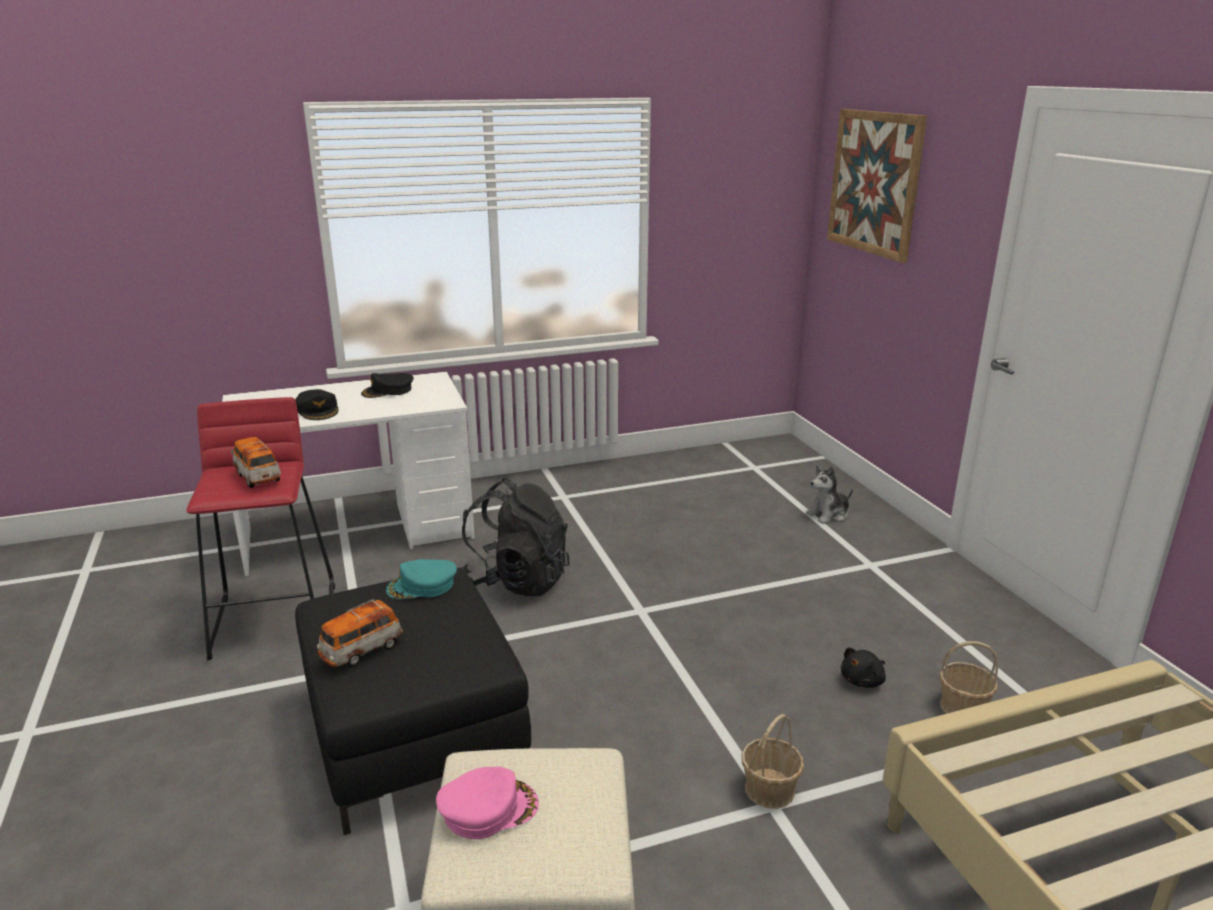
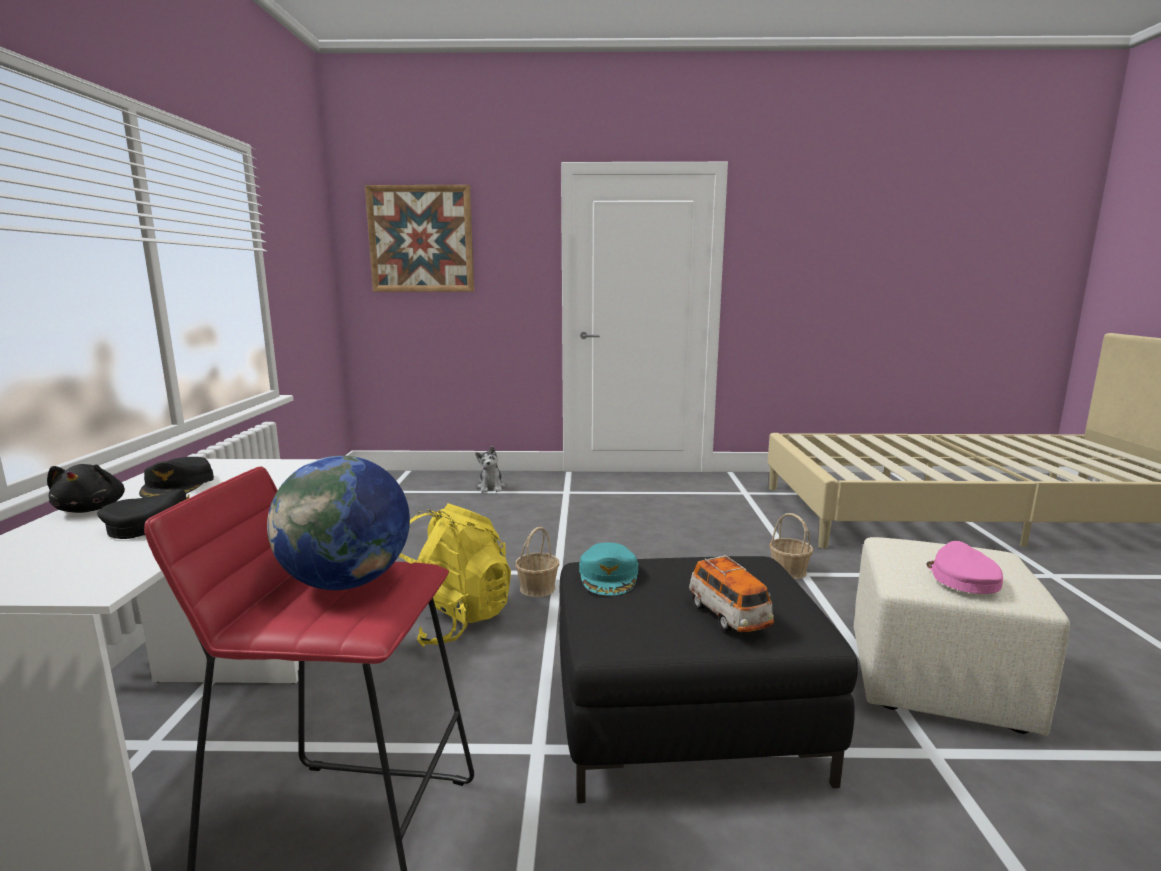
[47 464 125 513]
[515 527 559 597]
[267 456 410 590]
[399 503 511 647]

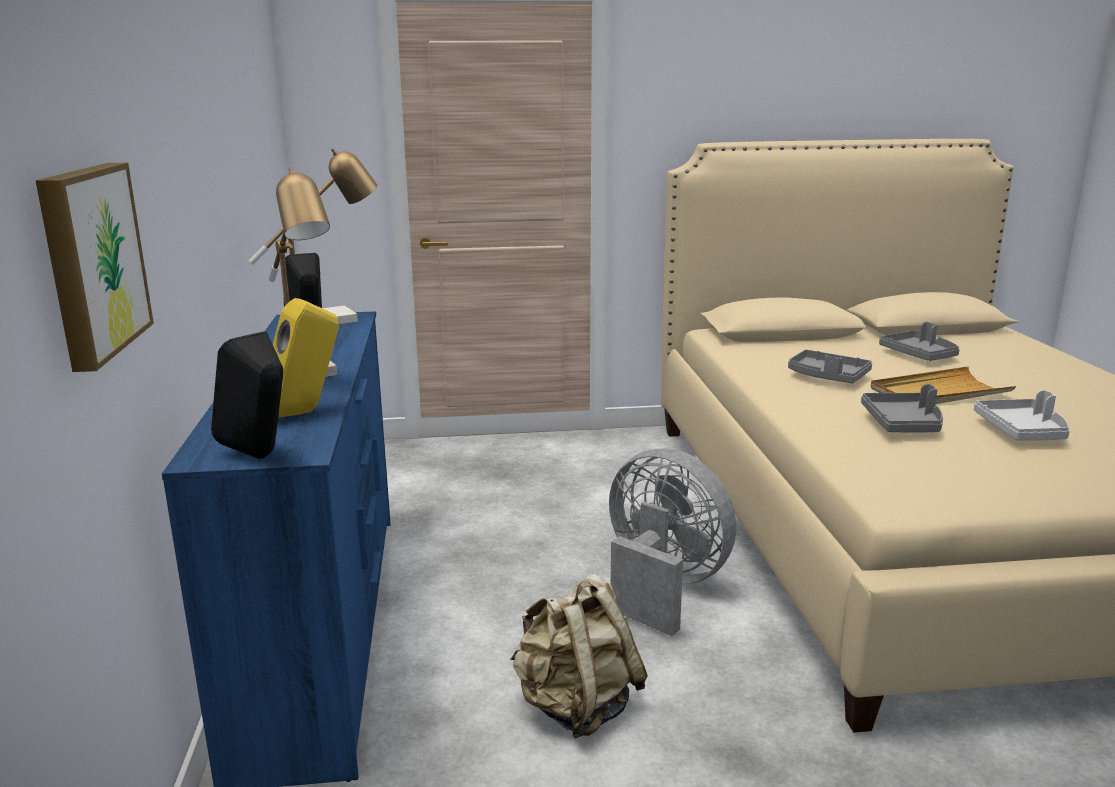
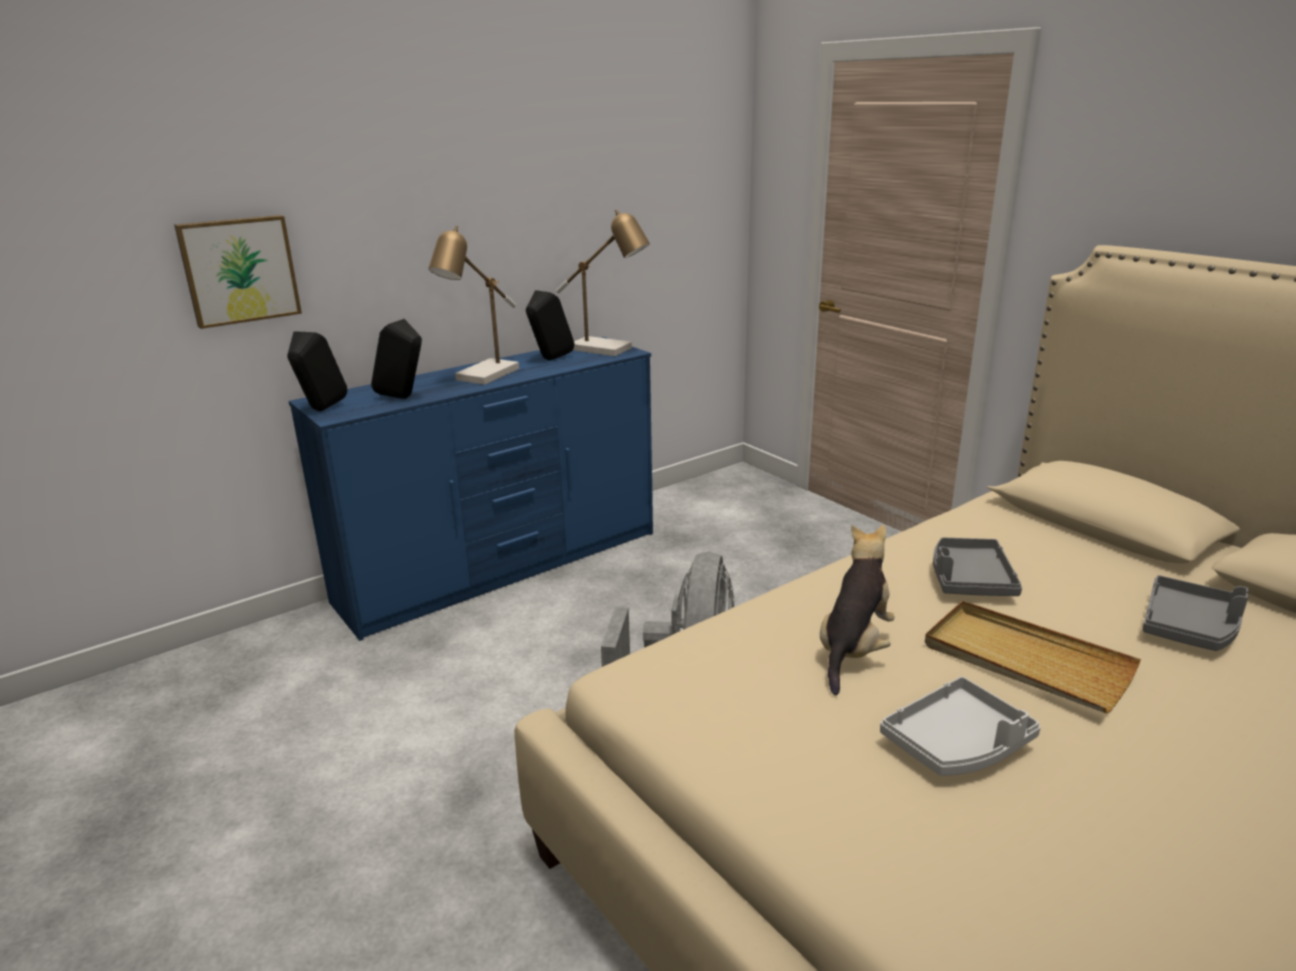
[510 574 648 738] (first image)
[820 525 895 695]
[371 319 422 399]

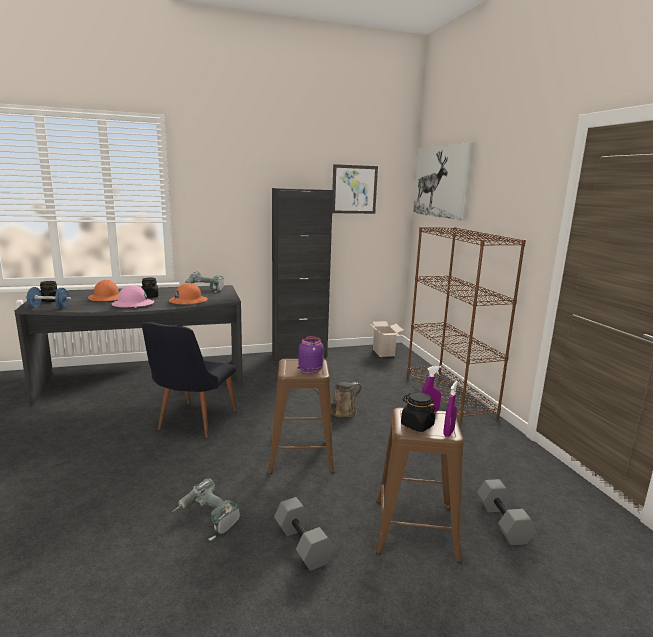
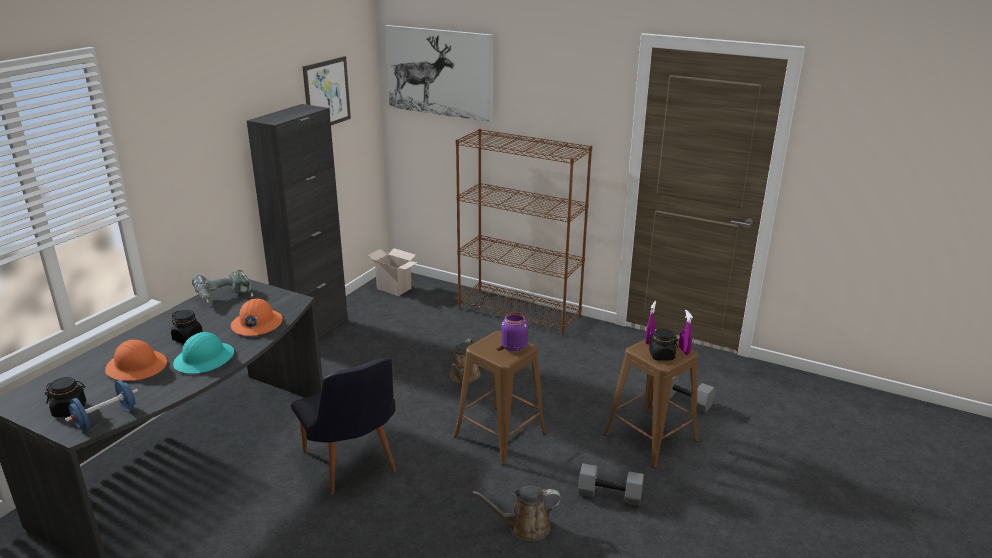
[472 486 561 541]
[173 332 234 374]

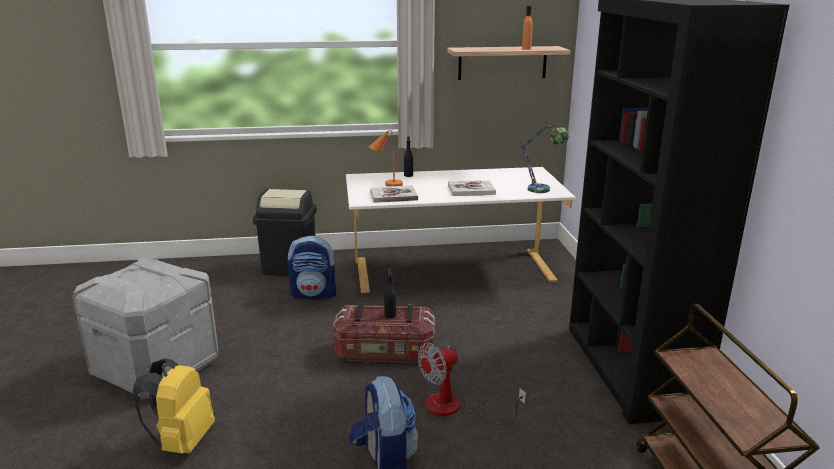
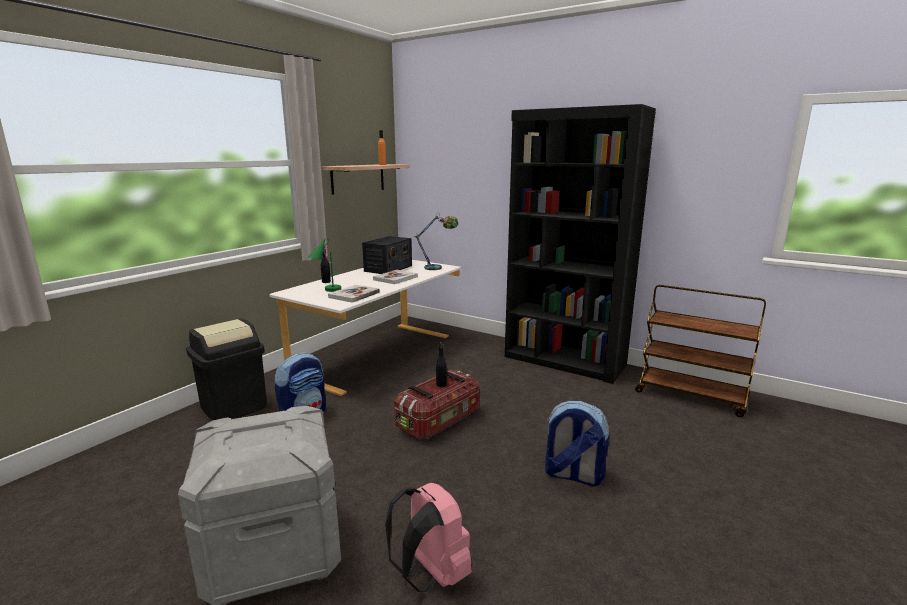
[418 342 526 425] (first image)
[362 236 412 274]
[385 483 472 592]
[308 238 341 292]

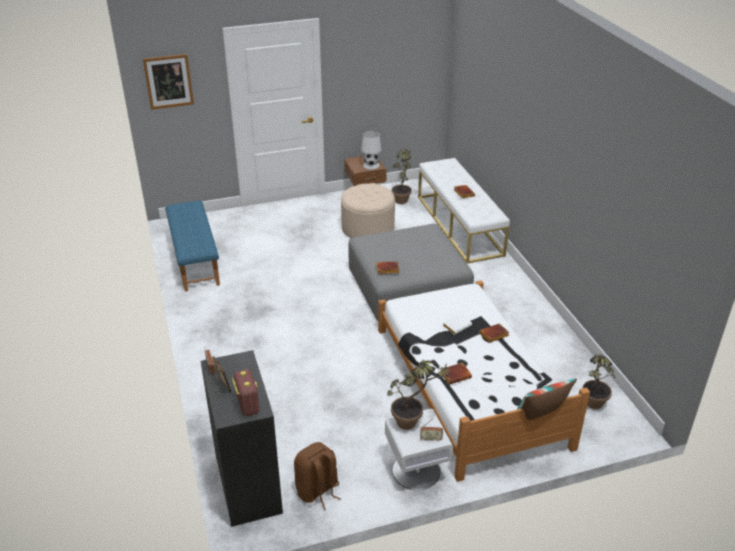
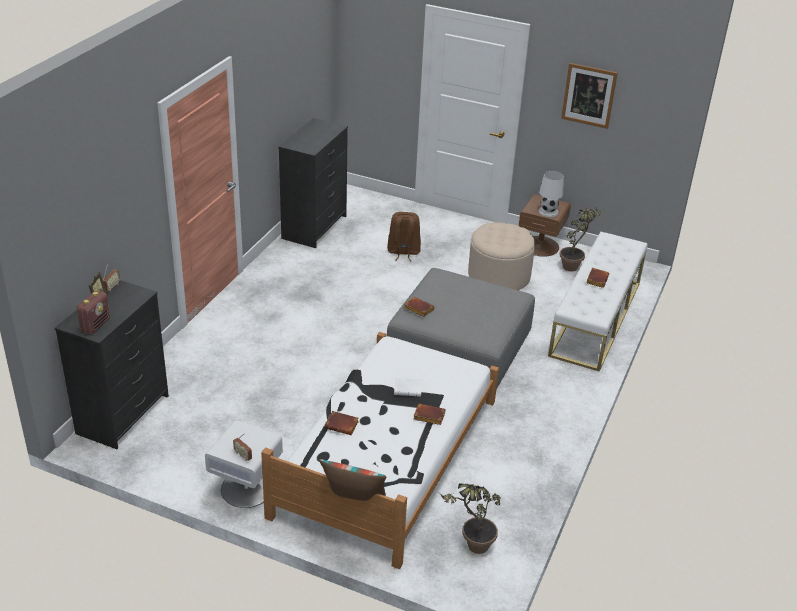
[387 359 453 430] (first image)
[561 63 618 129]
[387 212 421 261]
[278 118 348 248]

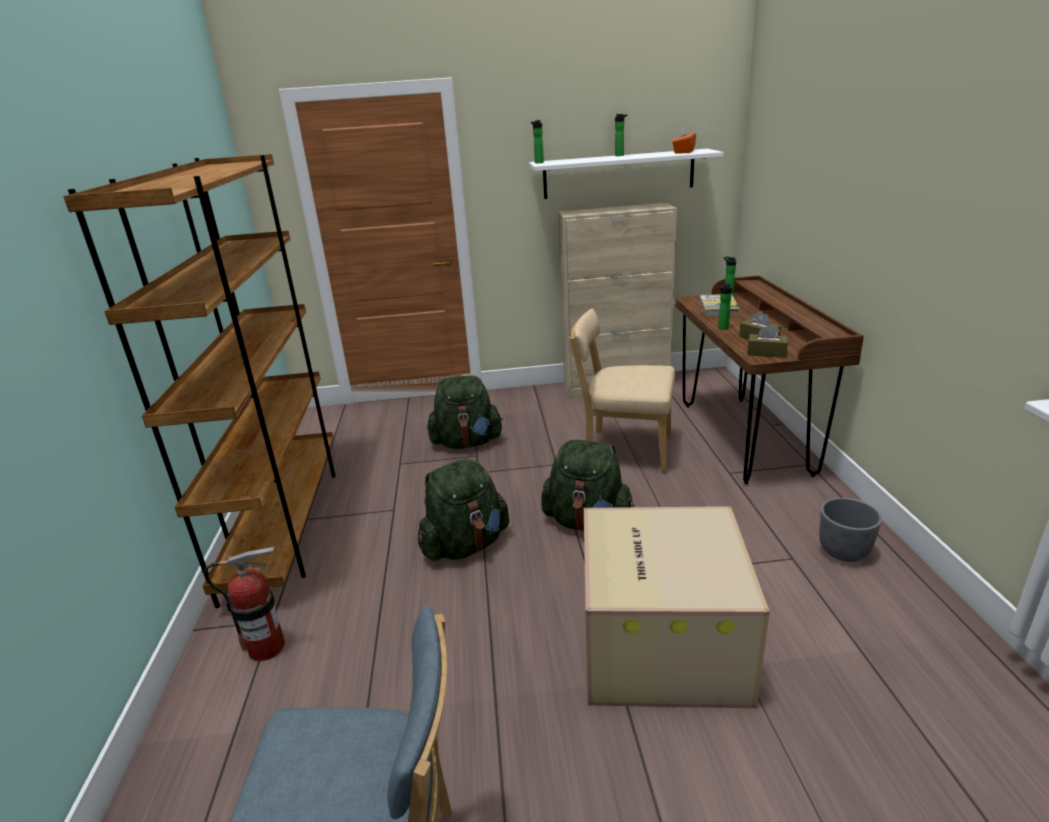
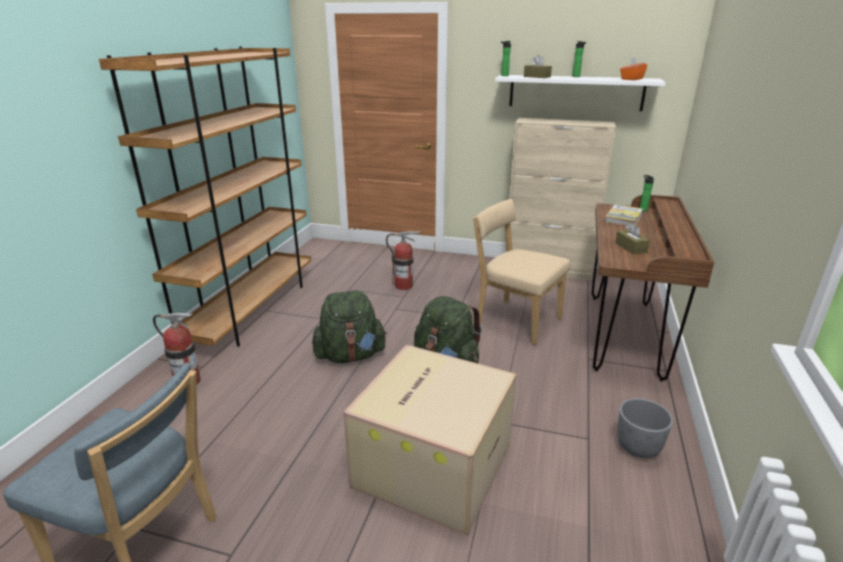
[718 283 732 330] (first image)
[524 55 552 78]
[386 231 421 290]

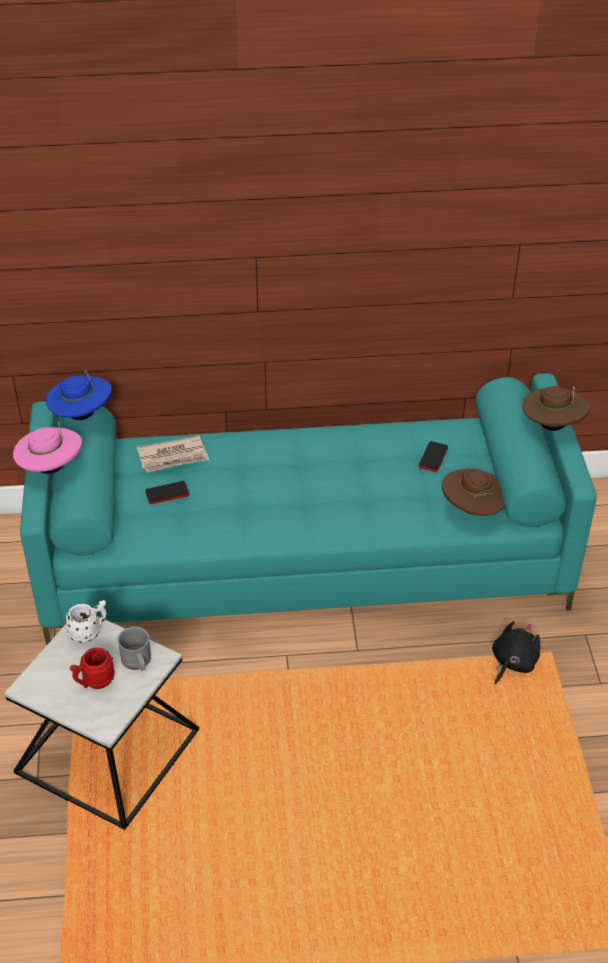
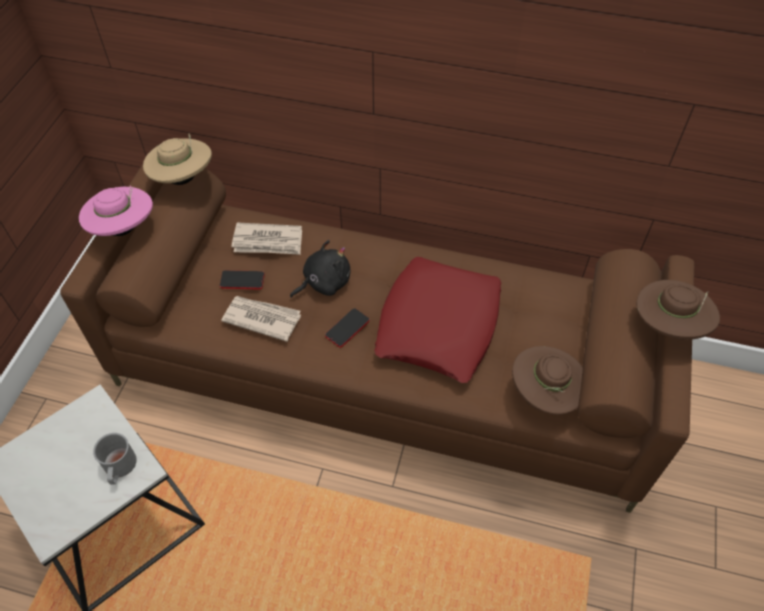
[65 600 106 644] (first image)
[70 648 115 689] (first image)
[221 296 301 342]
[374 257 501 383]
[325 308 370 348]
[290 240 351 298]
[60 164 694 513]
[143 134 212 185]

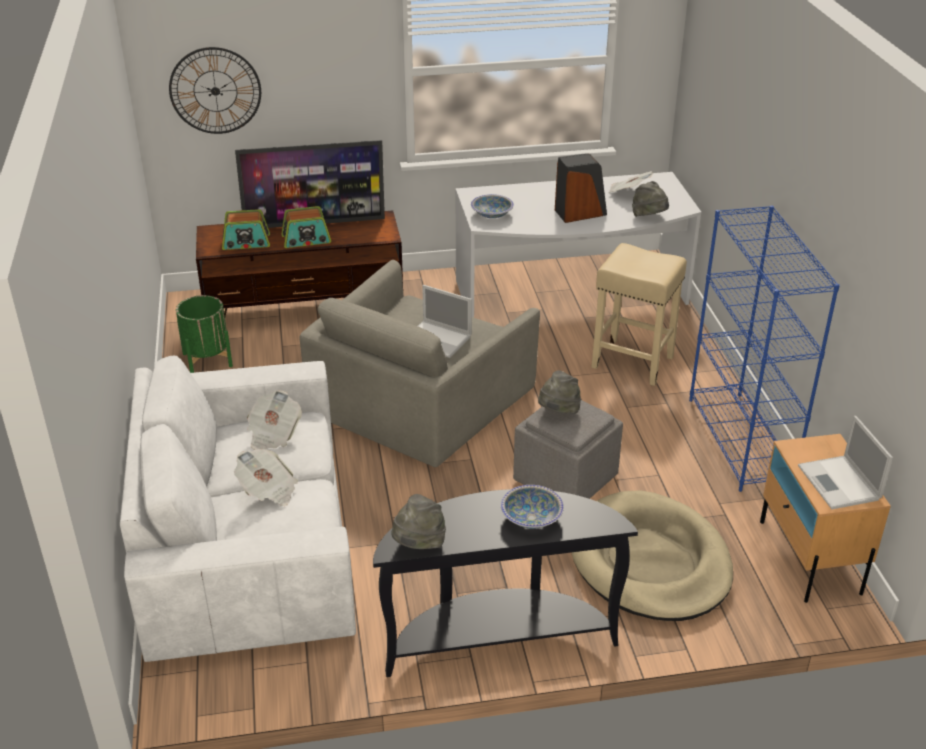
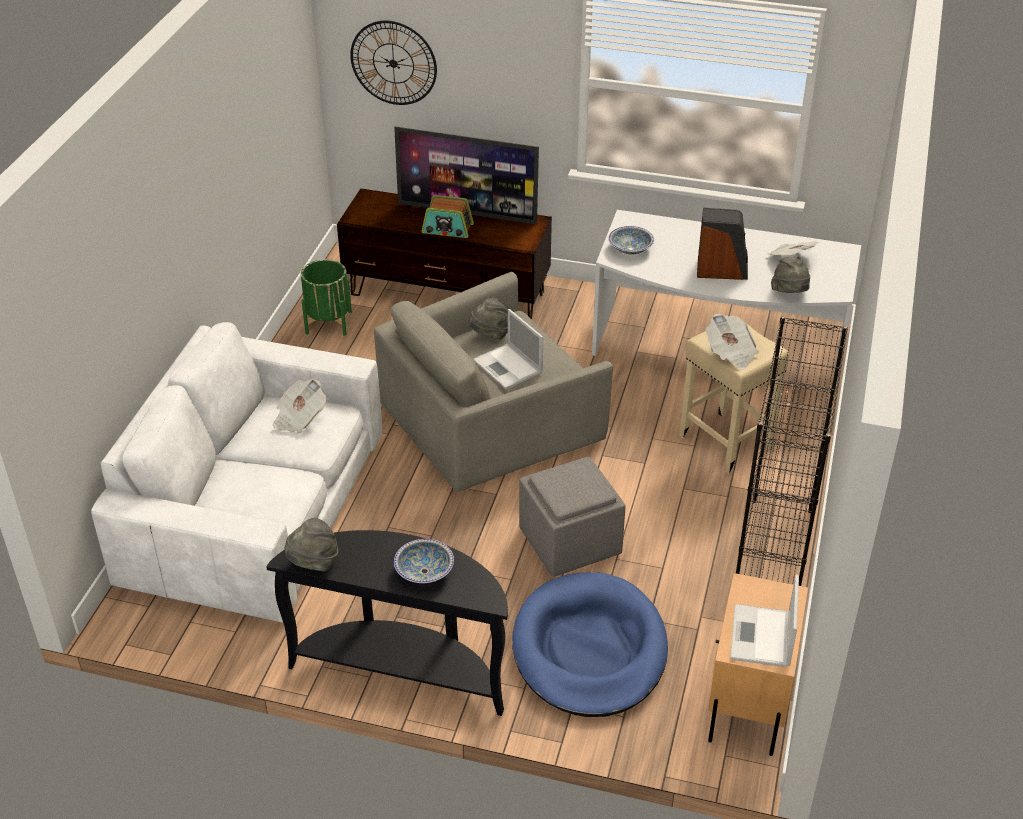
[222 209 270 250] (first image)
[706 313 759 370]
[469 298 508 340]
[512 572 668 717]
[736 316 848 586]

